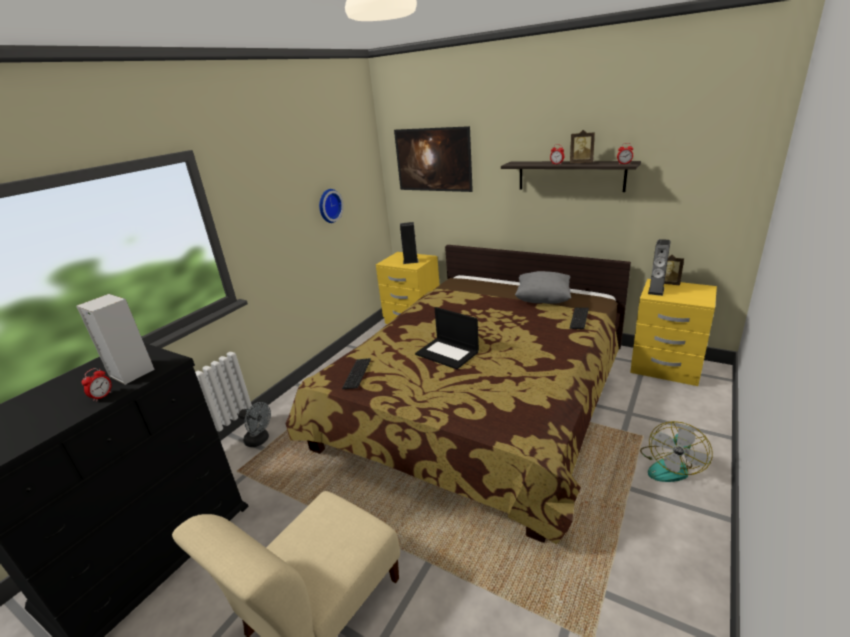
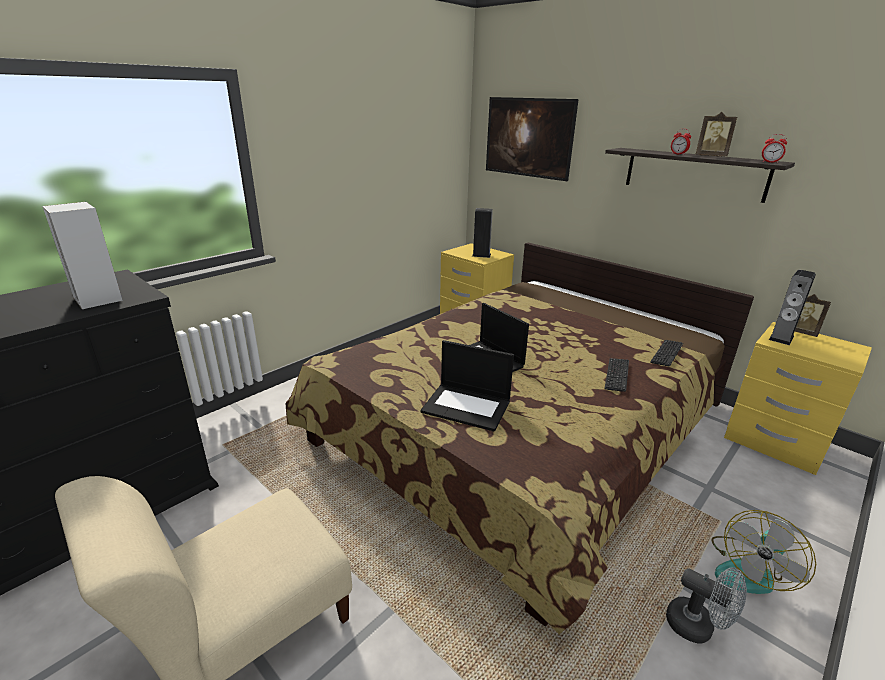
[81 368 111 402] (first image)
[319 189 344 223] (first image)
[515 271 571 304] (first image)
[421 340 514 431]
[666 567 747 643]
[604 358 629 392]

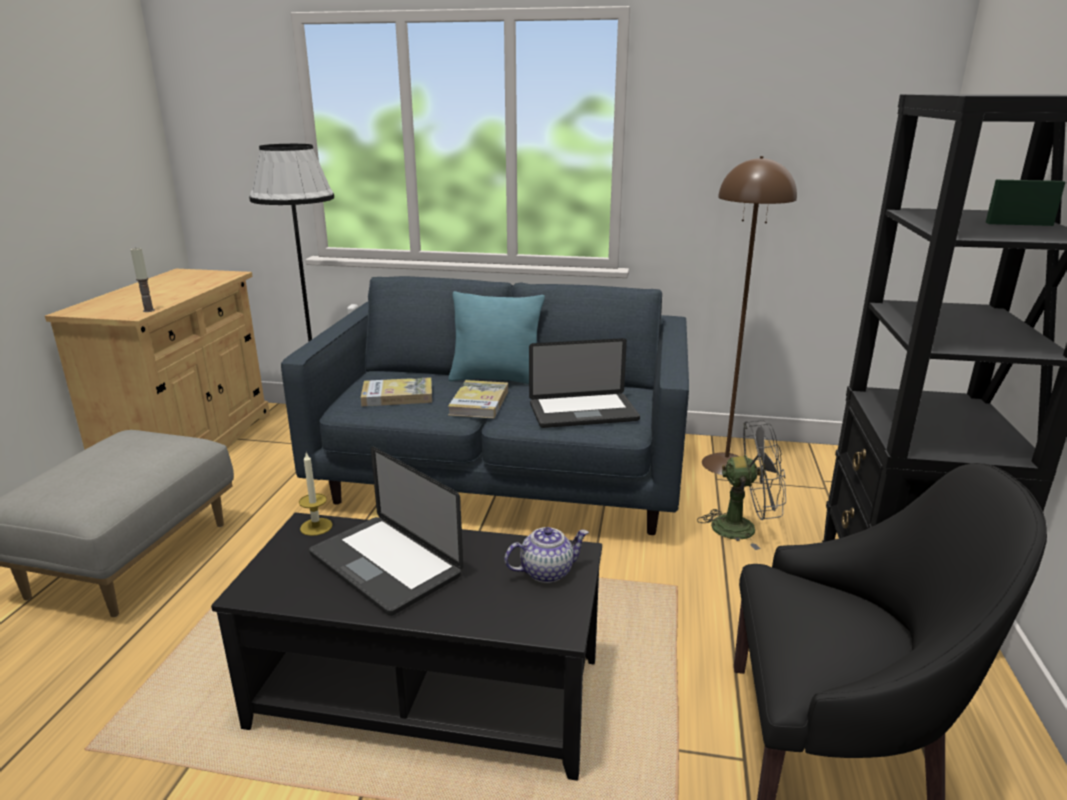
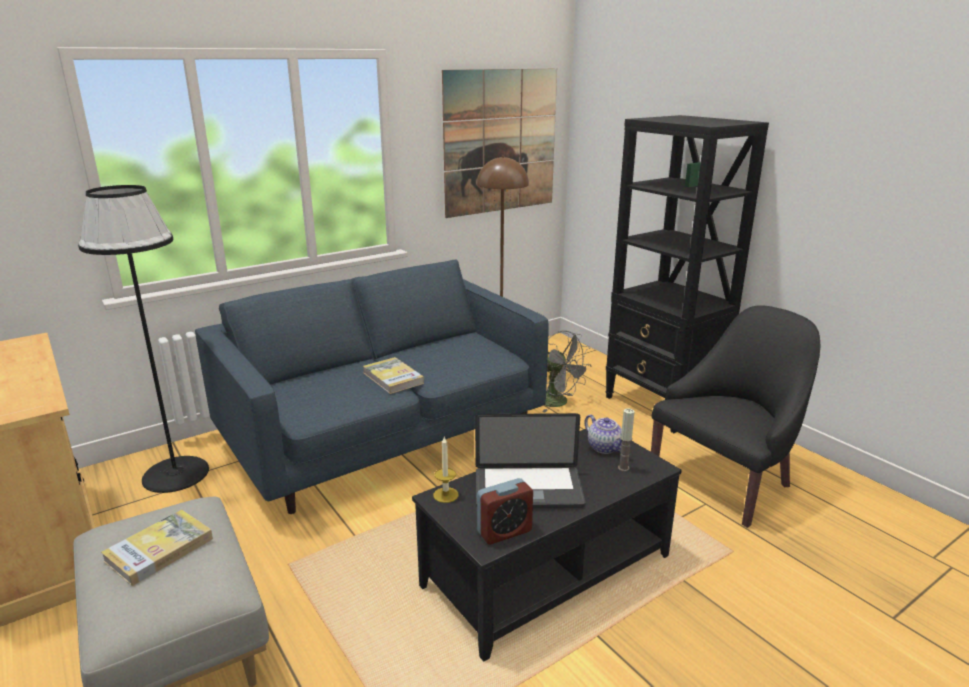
[448 291 545 384] (first image)
[529 338 640 428] (first image)
[442 69 557 218]
[477 478 533 544]
[618 409 635 471]
[101 510 213 586]
[584 415 622 454]
[542 331 592 413]

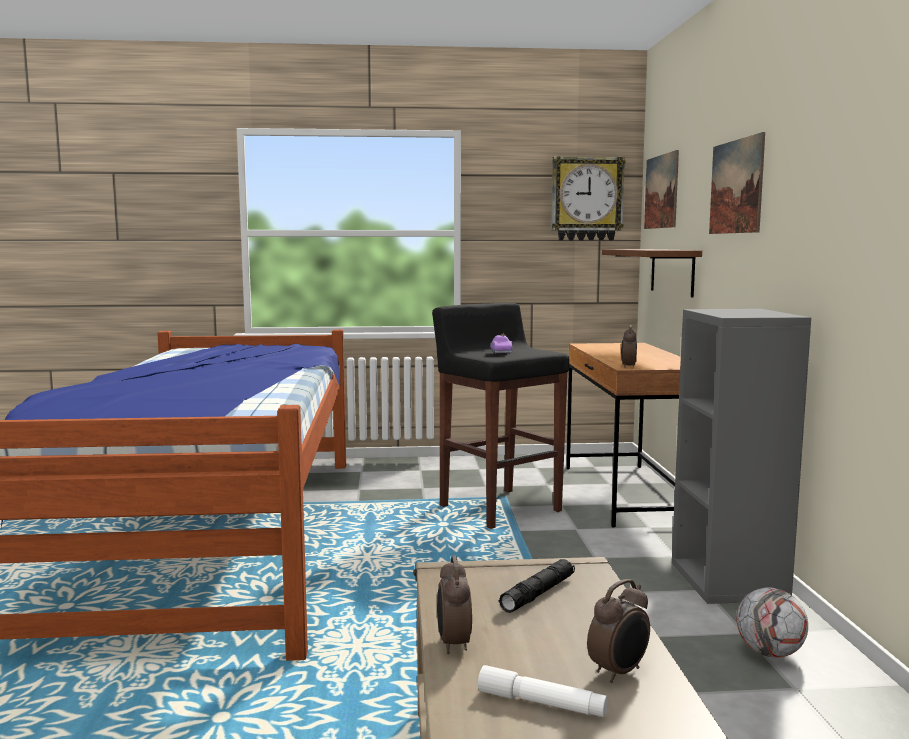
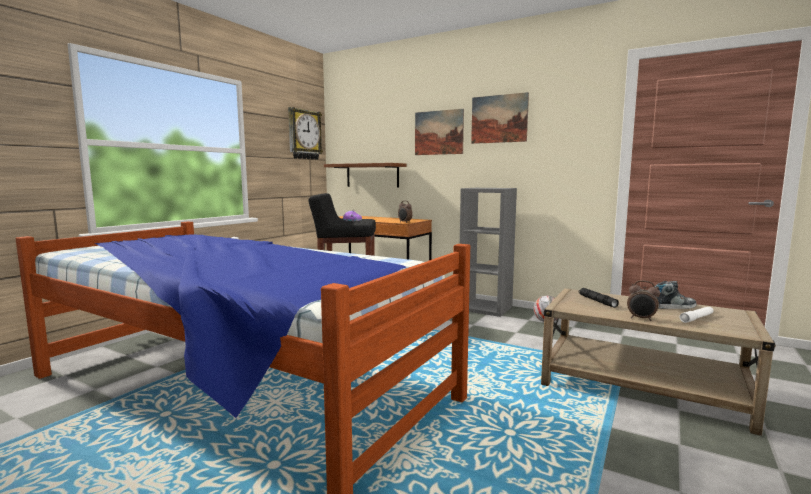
[471 92 529 144]
[655 281 697 309]

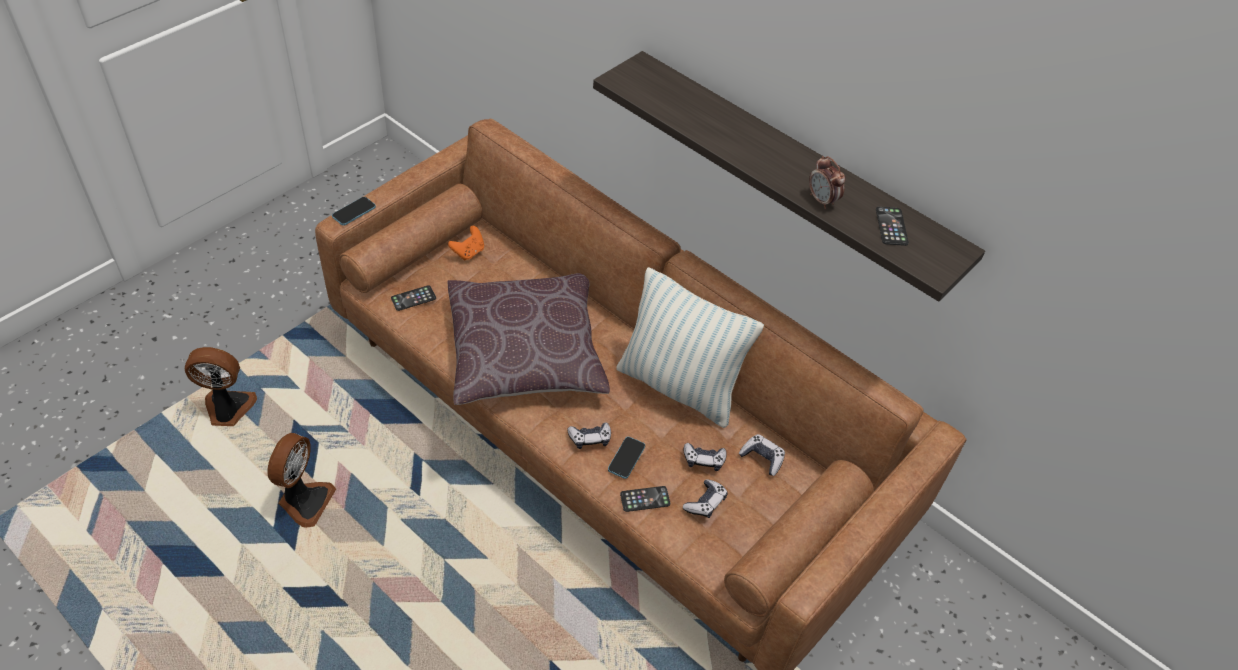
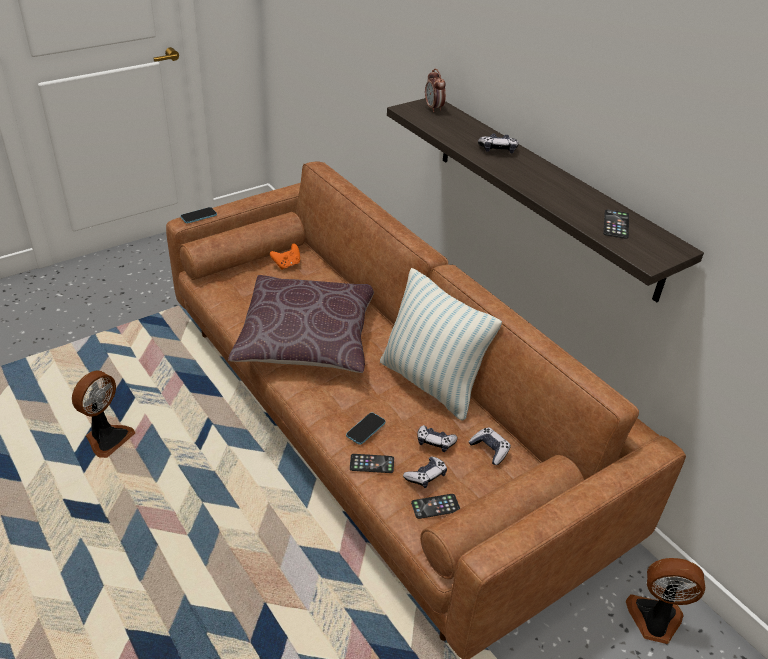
[626 558 705 644]
[411 494 460 519]
[478 133 519 153]
[425 69 446 112]

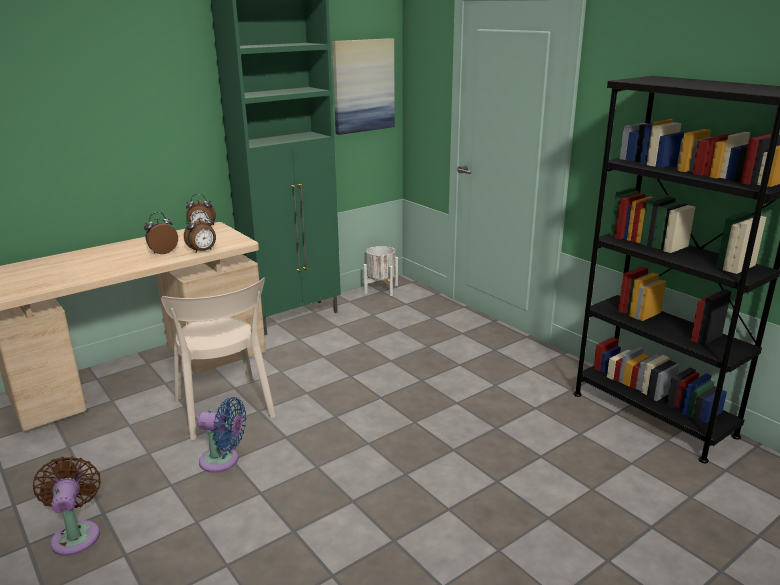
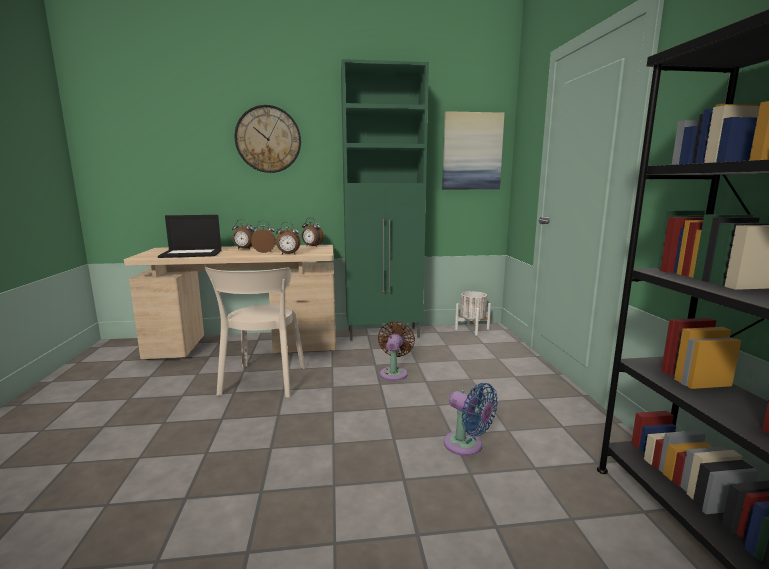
[158 215 222 258]
[232 219 255 249]
[235 105 301 173]
[378 321 415 381]
[444 383 498 456]

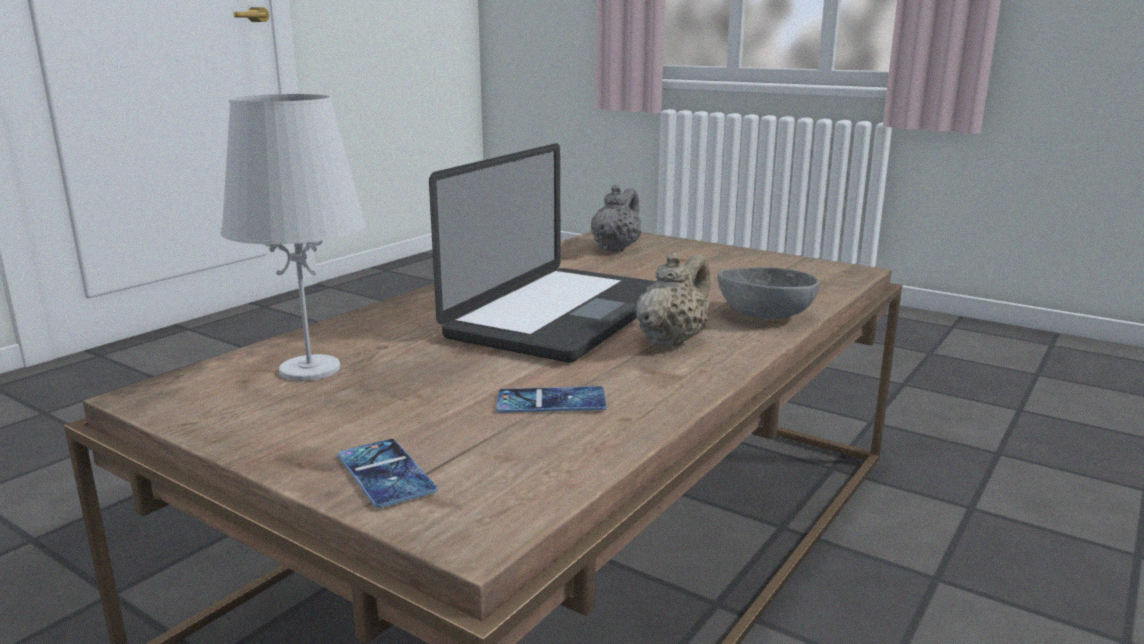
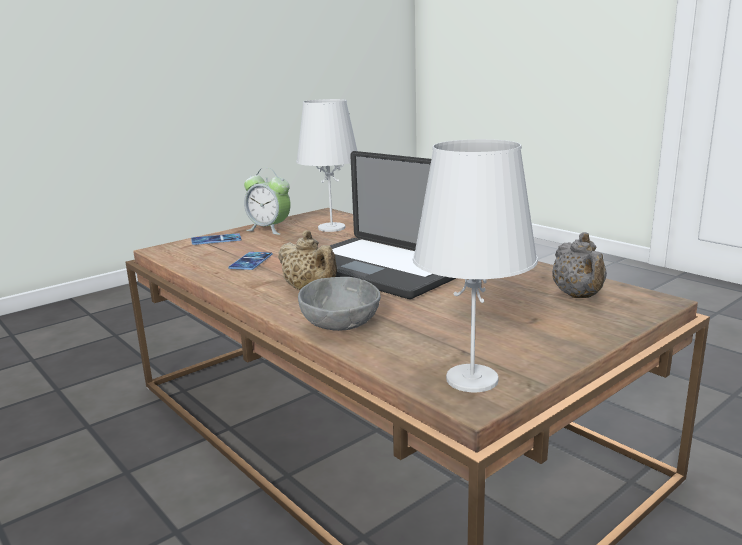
[244 168 291 235]
[413 139 538 392]
[552 232 607 298]

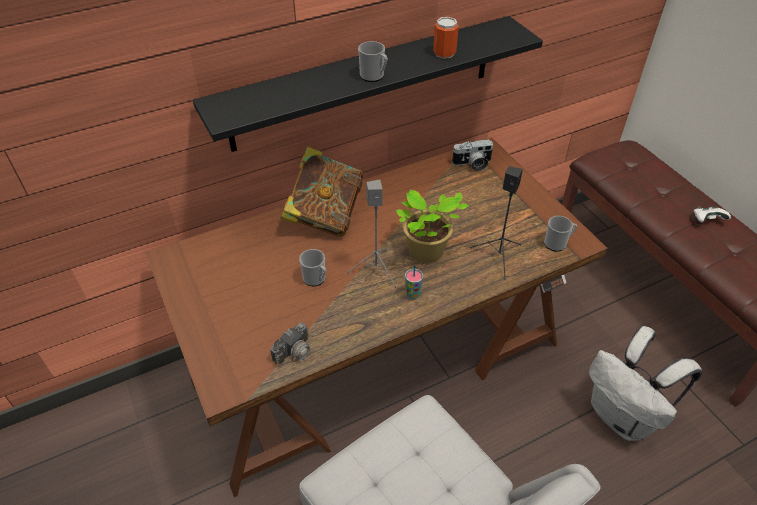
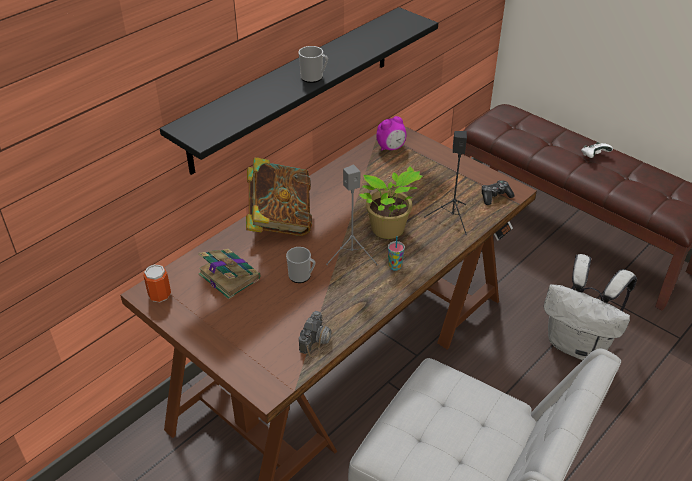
[198 249 261 300]
[143 264 171 302]
[376 116 407 150]
[482 180 515 205]

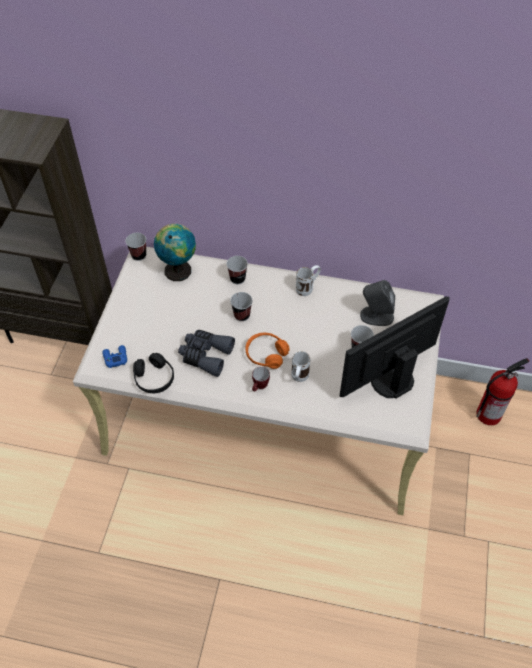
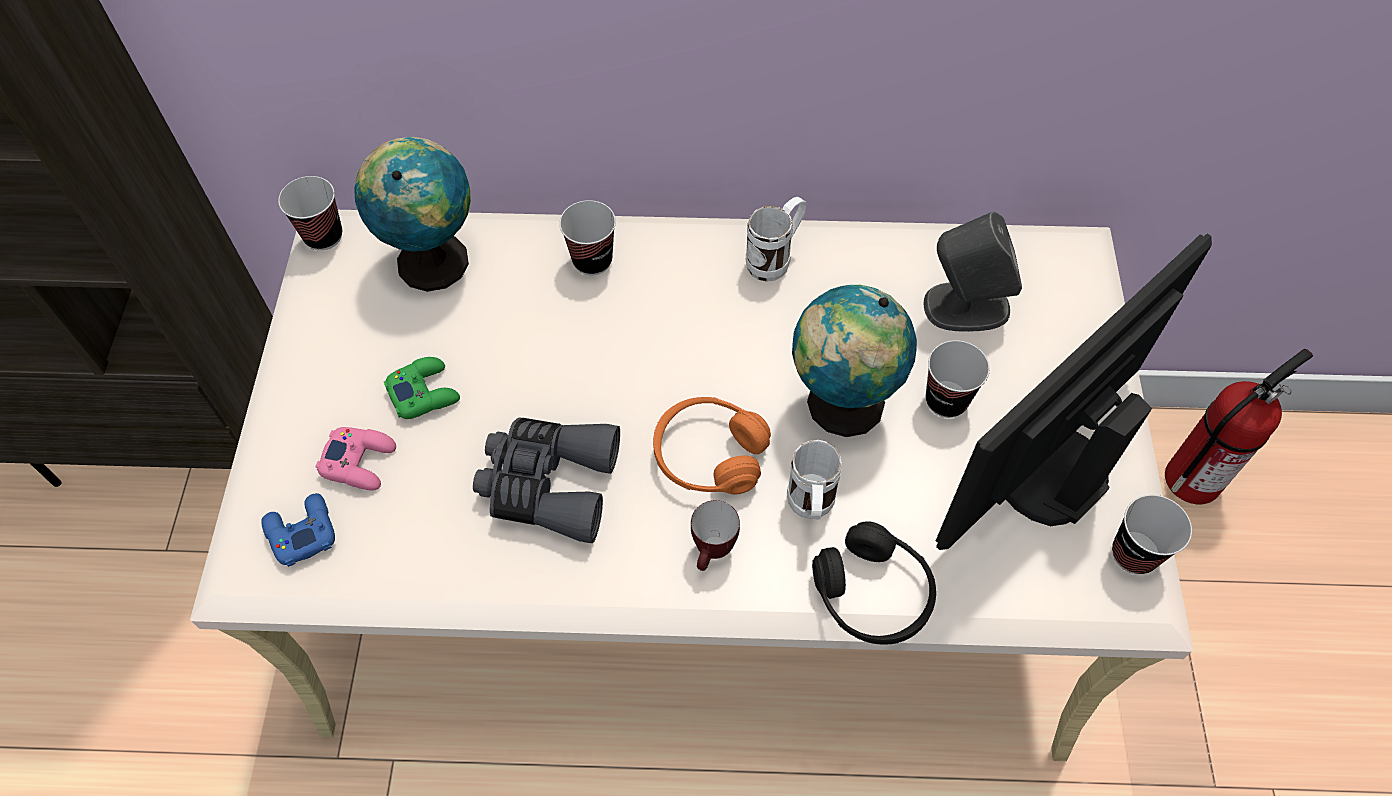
[315 427 396 491]
[384 357 460 419]
[792 285 917 437]
[812 521 936 645]
[1112 495 1192 574]

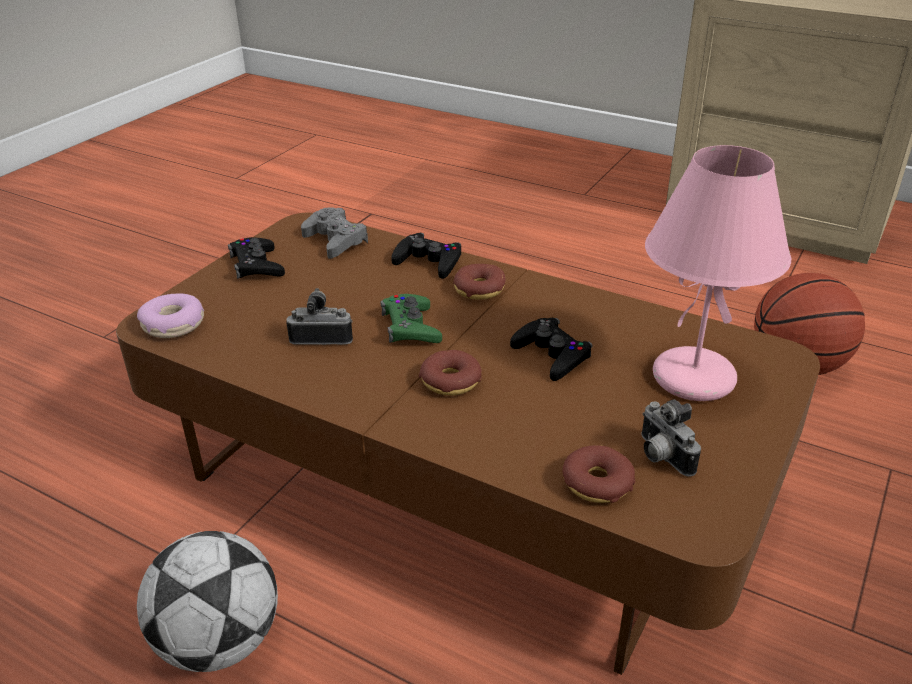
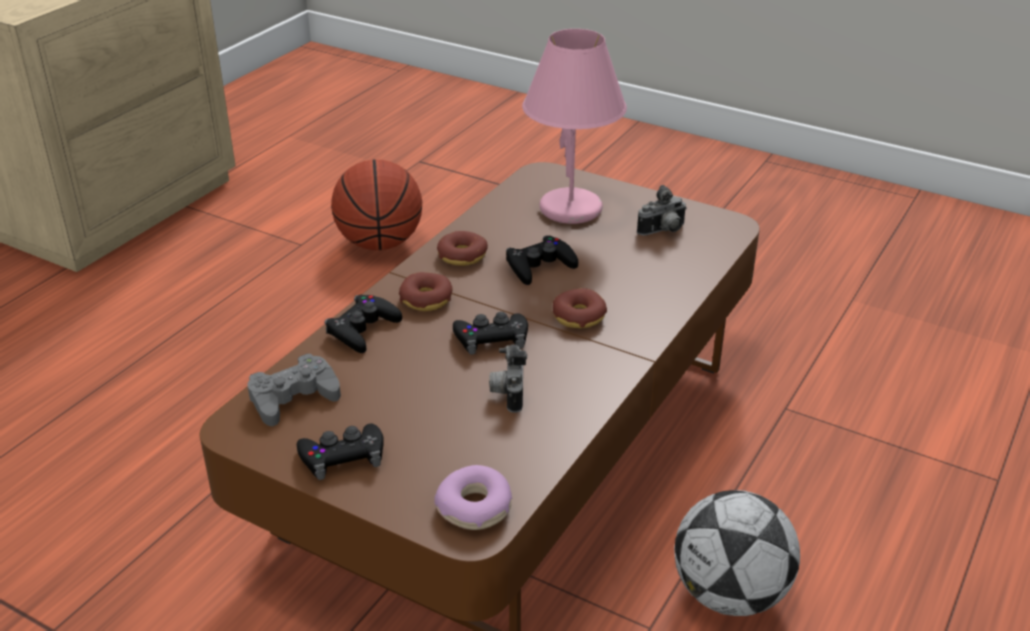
[437 231 488 266]
[453 312 528 355]

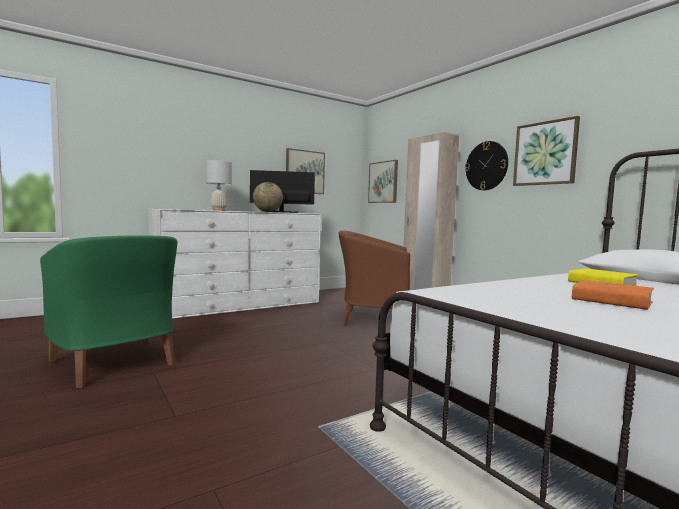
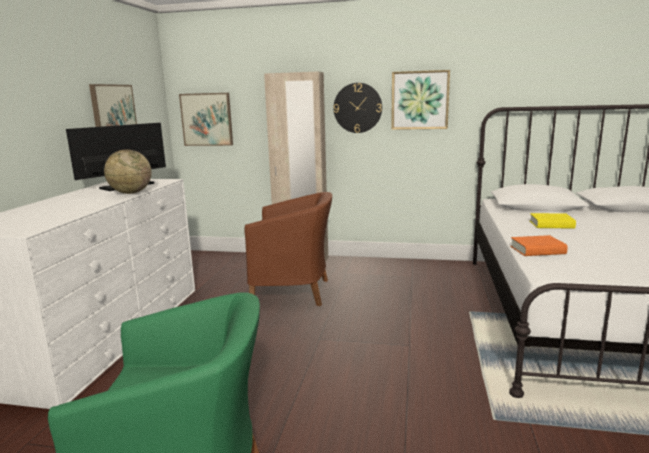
[205 160 232 211] (first image)
[510 235 568 256]
[244 192 332 306]

